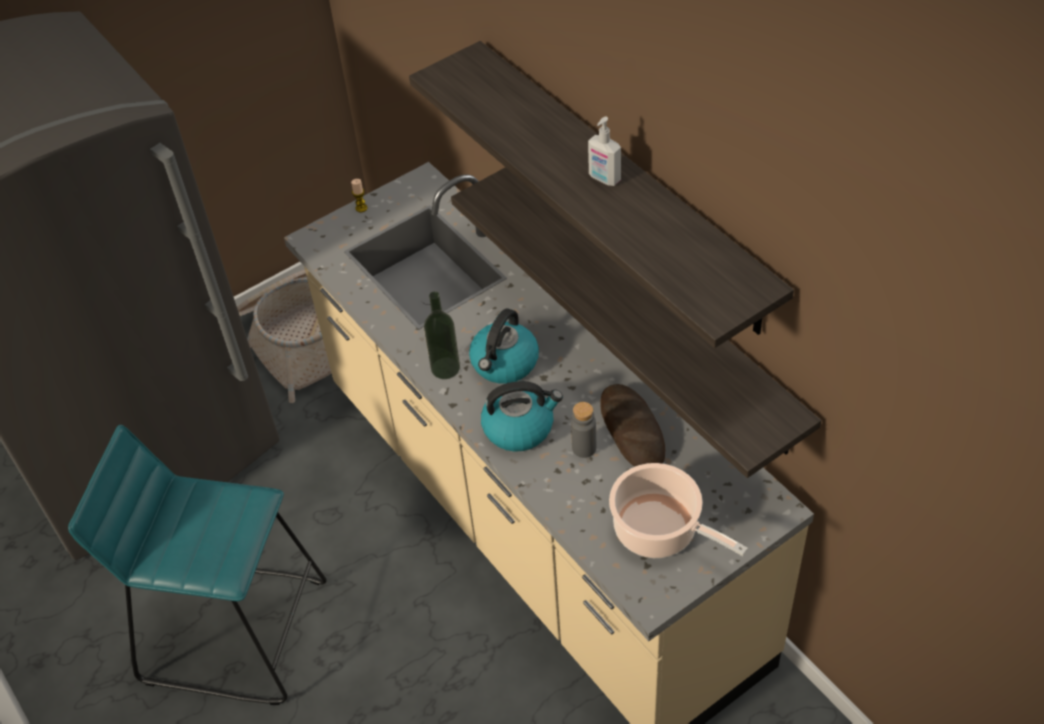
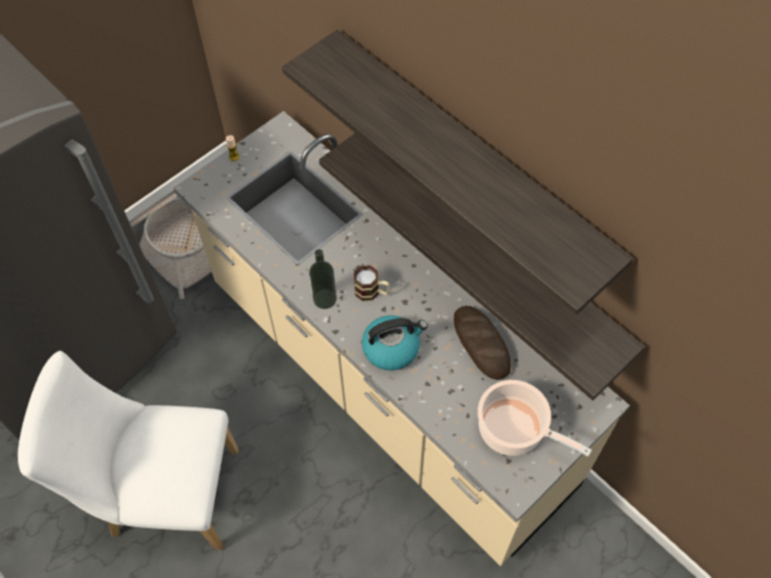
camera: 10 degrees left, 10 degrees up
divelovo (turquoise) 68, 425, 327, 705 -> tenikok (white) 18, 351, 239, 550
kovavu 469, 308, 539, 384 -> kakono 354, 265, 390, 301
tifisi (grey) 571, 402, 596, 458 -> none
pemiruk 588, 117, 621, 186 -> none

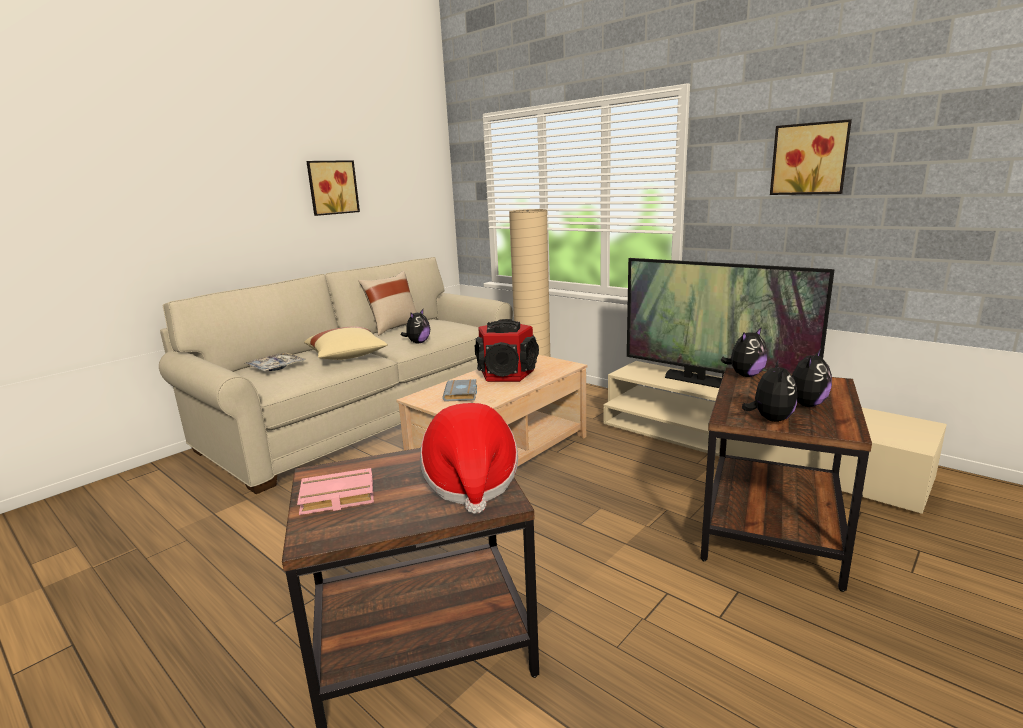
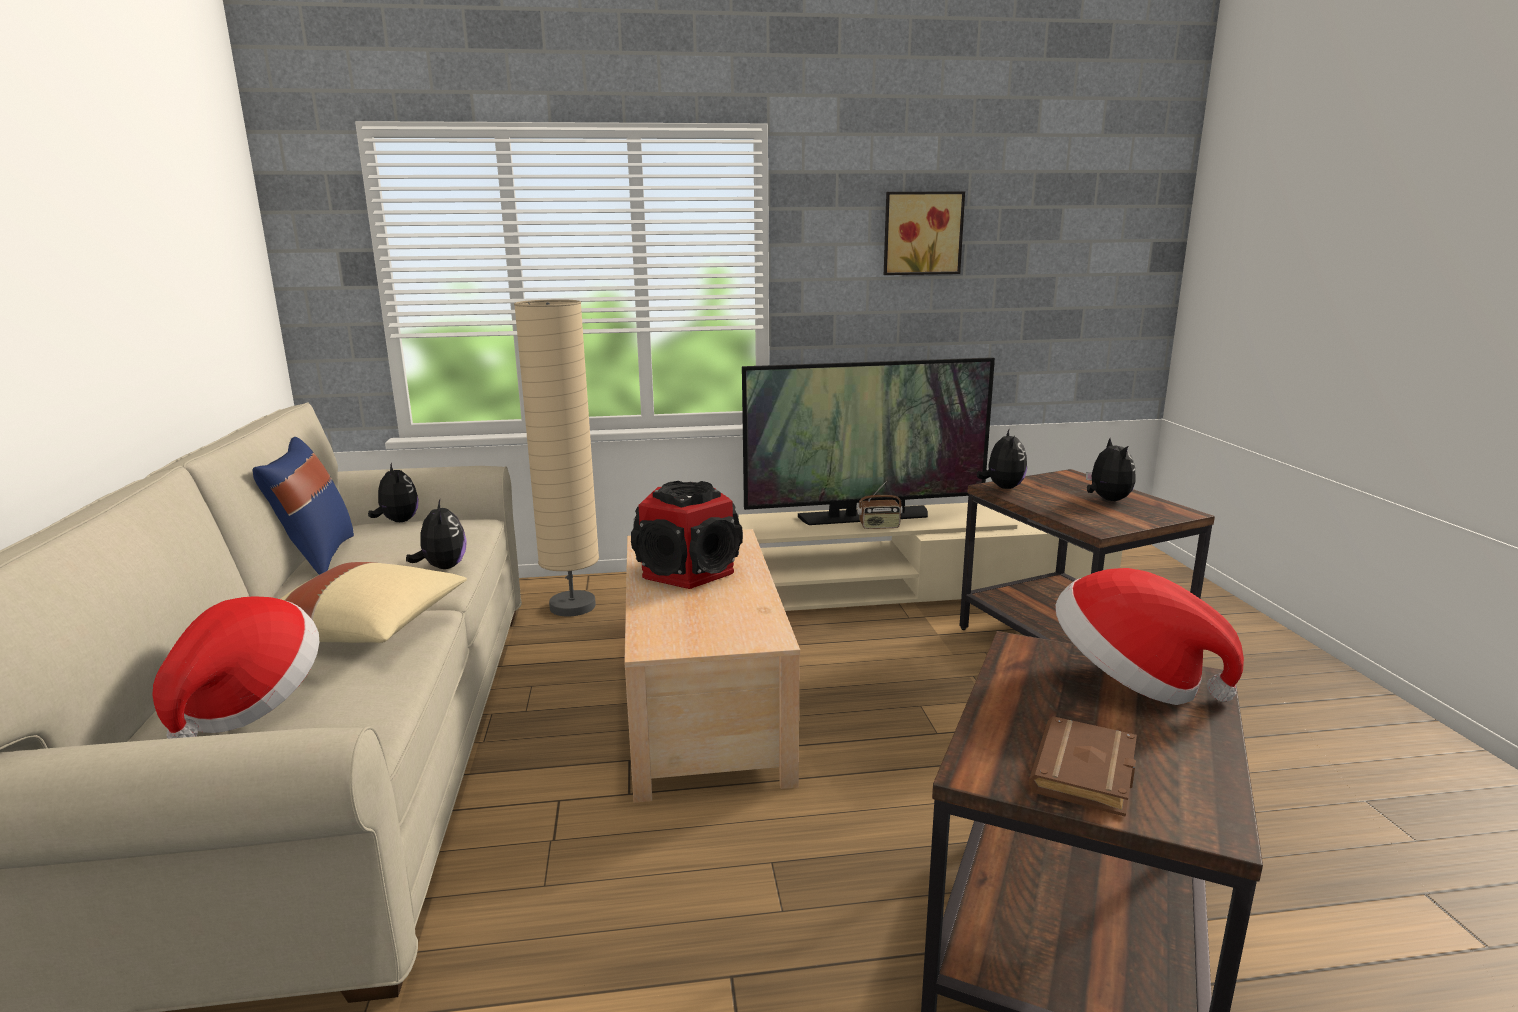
camera: 50 degrees left, 0 degrees up
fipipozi 244, 352, 306, 371 -> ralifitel 152, 596, 319, 739
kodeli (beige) 358, 271, 417, 335 -> kodeli (blue) 252, 437, 354, 575
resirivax 742, 359, 797, 422 -> resirivax 368, 463, 418, 522, relocated
none -> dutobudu 857, 481, 903, 529
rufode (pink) 297, 468, 374, 515 -> rufode (brown) 1029, 716, 1137, 817
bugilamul 306, 160, 360, 216 -> none
rufode (grey) 442, 379, 477, 402 -> none

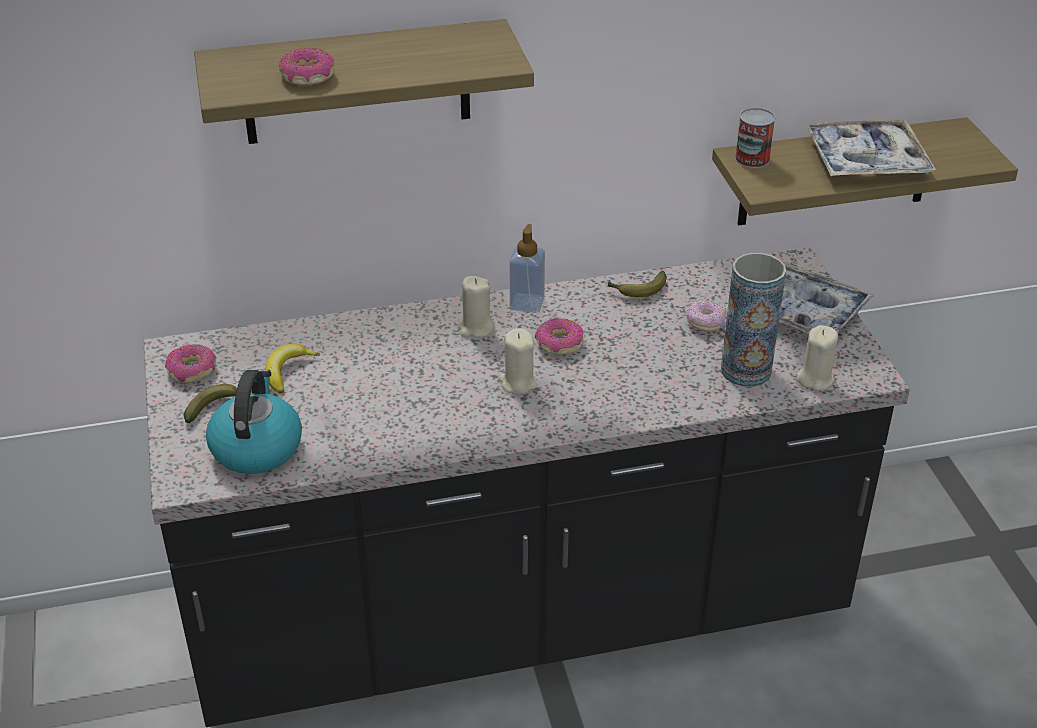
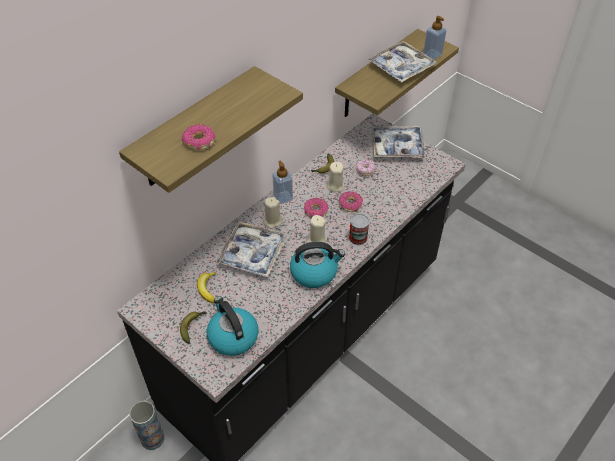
camera: 35 degrees left, 10 degrees up
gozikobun 721, 253, 786, 387 -> gozikobun 129, 401, 165, 450, relocated
none -> fipipozi 216, 221, 287, 277
none -> kovavu 290, 242, 345, 288
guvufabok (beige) 797, 325, 838, 391 -> guvufabok (beige) 327, 162, 344, 192, relocated
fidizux 165, 344, 216, 383 -> fidizux 339, 191, 363, 212, relocated
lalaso 735, 108, 775, 168 -> lalaso 349, 214, 369, 245, relocated
none -> pemiruk 423, 16, 447, 60

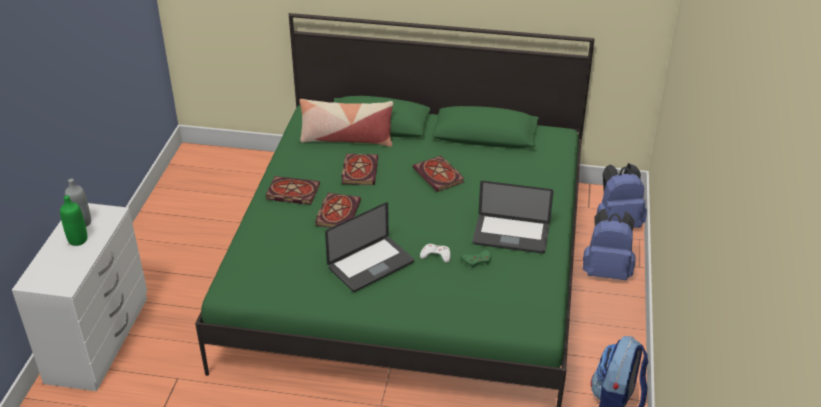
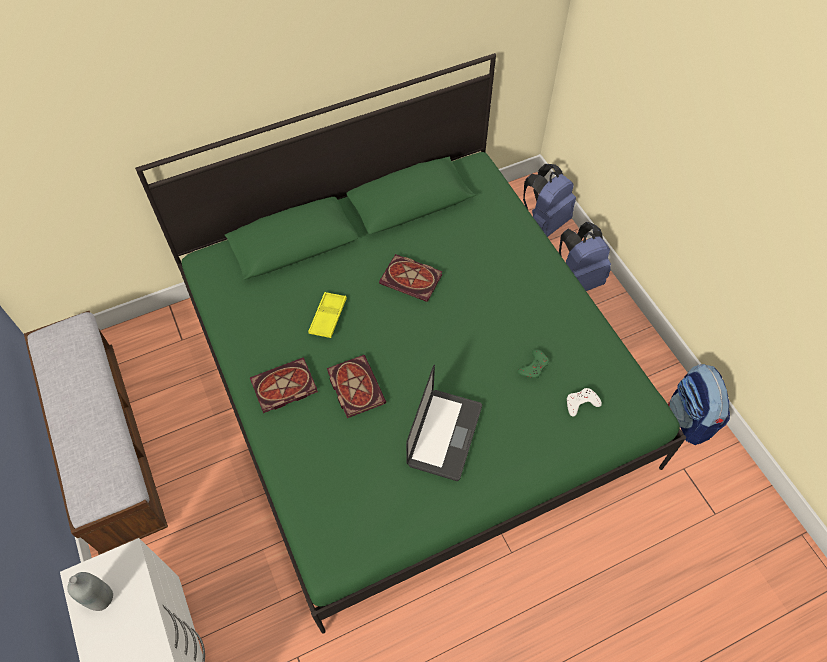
camera: 35 degrees left, 20 degrees up
none -> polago 24, 311, 168, 555
rufode 342, 154, 378, 185 -> fipipozi (yellow) 308, 292, 347, 338
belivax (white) 420, 244, 451, 263 -> belivax (white) 567, 388, 602, 416, relocated
tifisi (green) 60, 195, 87, 246 -> none
kodeli 299, 99, 393, 147 -> none
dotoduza 472, 181, 554, 254 -> none

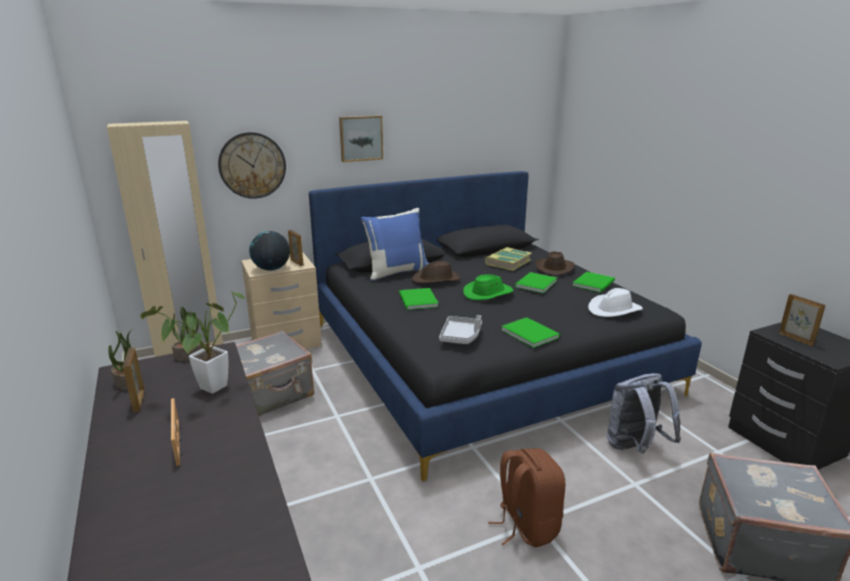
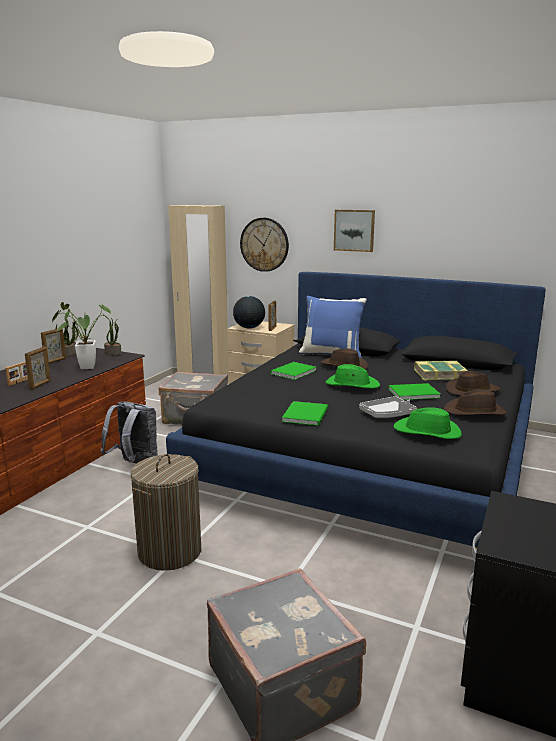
camera: 50 degrees right, 5 degrees down
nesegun 779, 294, 826, 346 -> nesegun 25, 347, 51, 389, relocated
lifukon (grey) 607, 373, 681, 454 -> lifukon (grey) 100, 402, 158, 464, relocated
lifukon (brown) 488, 448, 566, 547 -> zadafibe 131, 454, 201, 571
fipipozi (grey) 439, 315, 482, 344 -> fipipozi (grey) 359, 396, 417, 418, relocated
ralifitel (white) 588, 288, 643, 317 -> ralifitel (green) 393, 407, 462, 439
rufode (green) 572, 272, 615, 293 -> ralifitel (brown) 444, 389, 507, 416

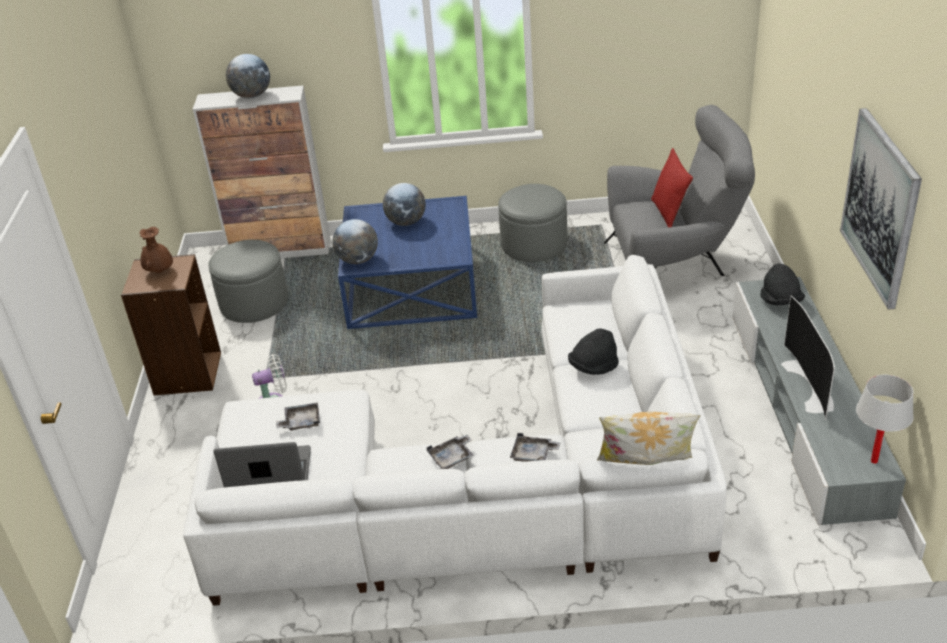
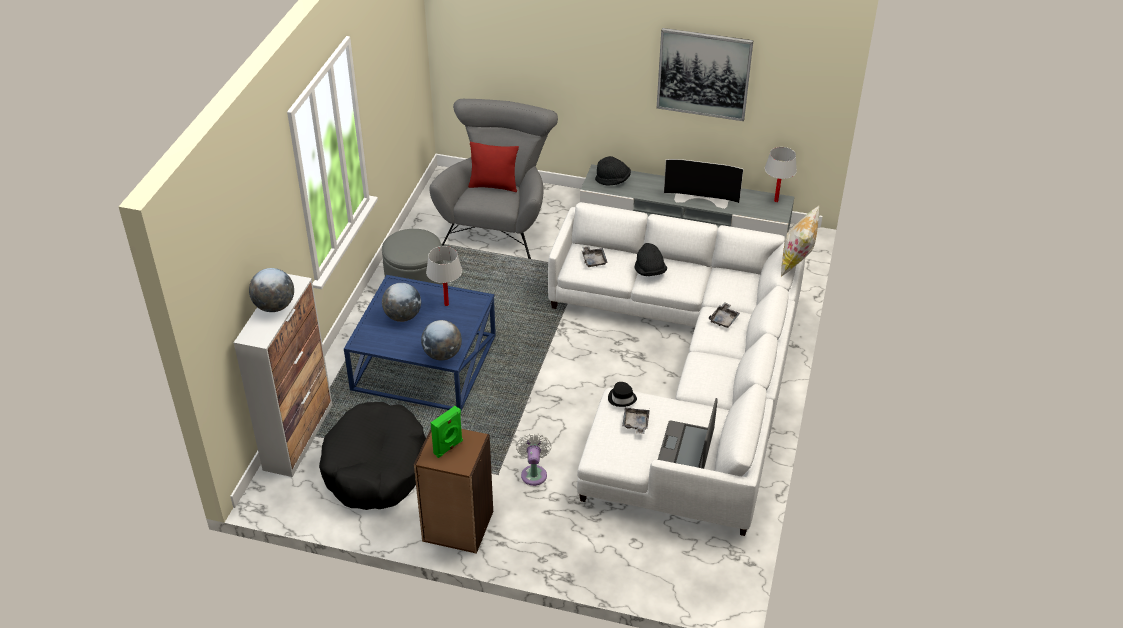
camera: 75 degrees left, 5 degrees up
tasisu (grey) 208, 240, 288, 323 -> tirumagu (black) 319, 402, 426, 510
none -> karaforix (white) 426, 246, 462, 306
gozikobun (brown) 139, 227, 173, 273 -> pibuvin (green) 431, 406, 463, 458
fipipozi (grey) 426, 435, 473, 469 -> fipipozi (grey) 582, 246, 608, 267, relocated
none -> ralifitel (black) 608, 382, 637, 407

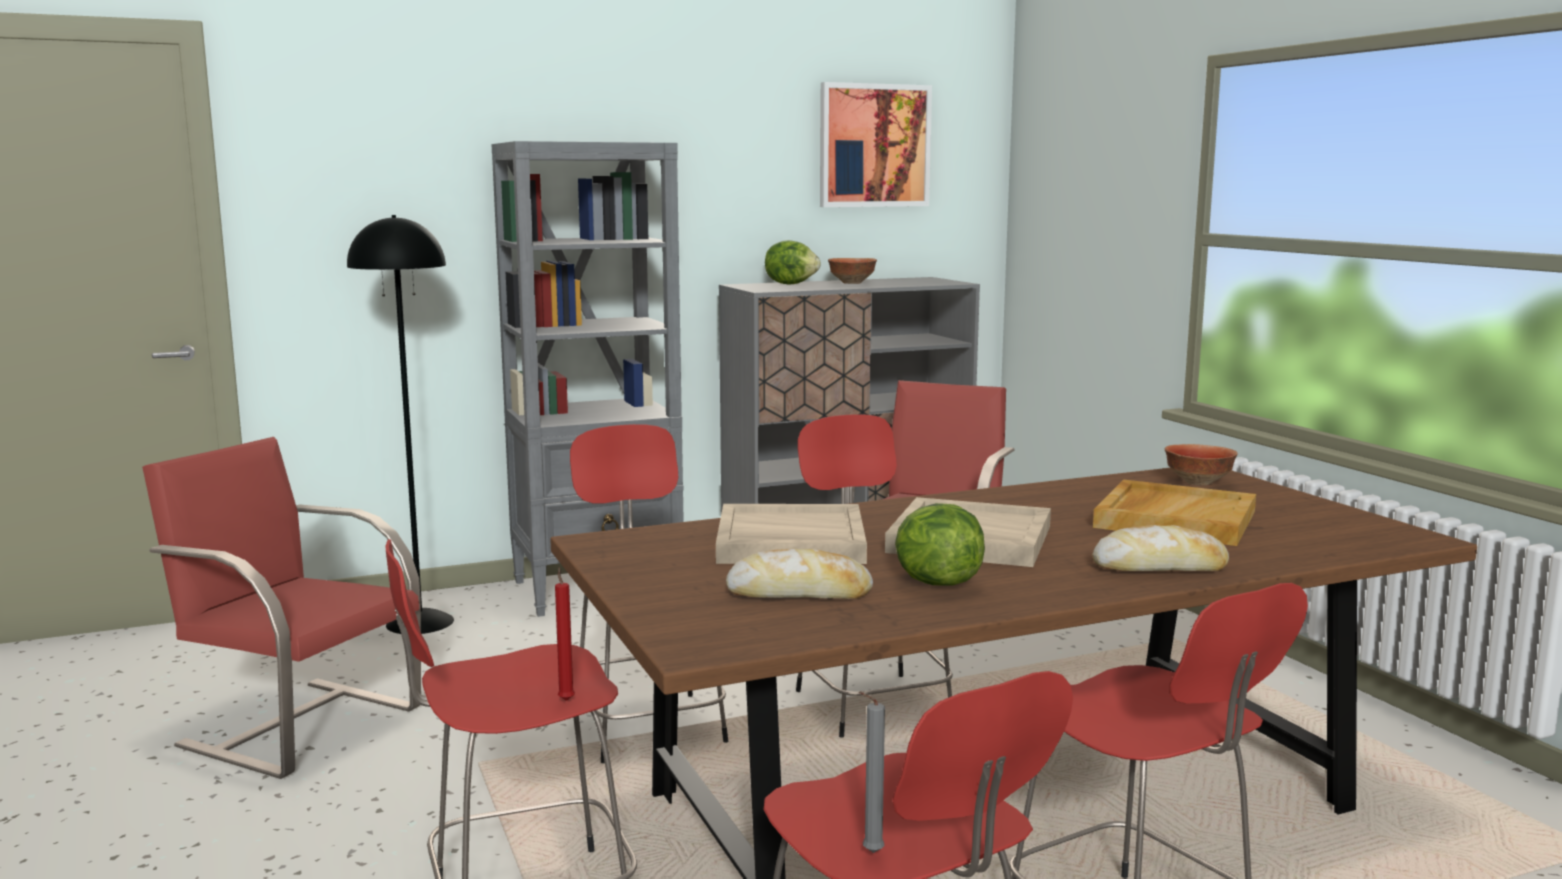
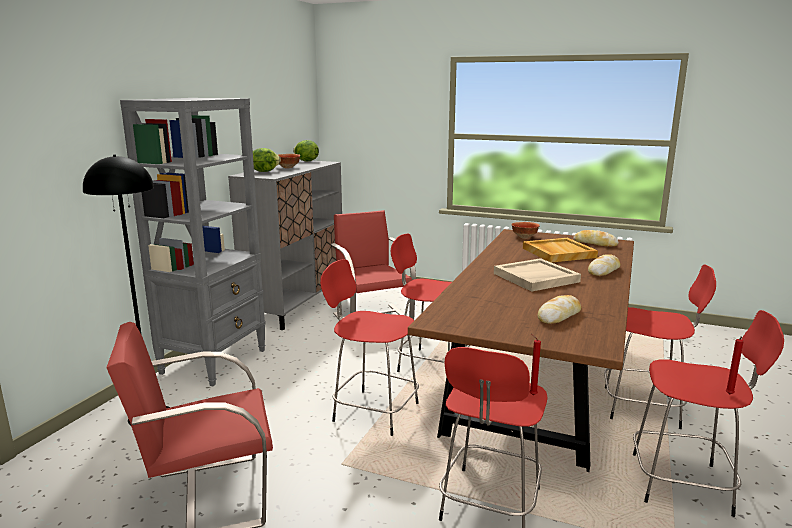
camera: 45 degrees left, 5 degrees up
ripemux 895, 503, 985, 586 -> ripemux 293, 140, 319, 161, relocated
none -> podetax 573, 230, 619, 247
guvufabok (grey) 859, 692, 885, 853 -> guvufabok (red) 726, 336, 744, 395
fipipozi (beige) 716, 504, 867, 564 -> none
bugilamul 820, 82, 932, 207 -> none

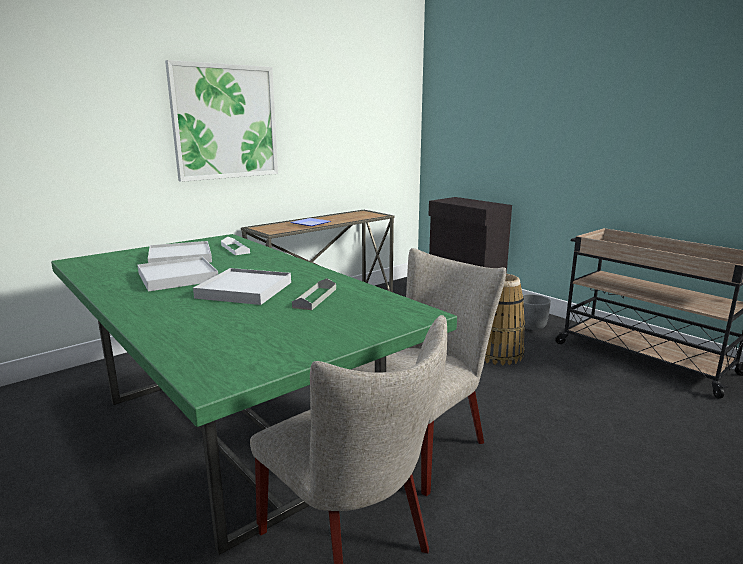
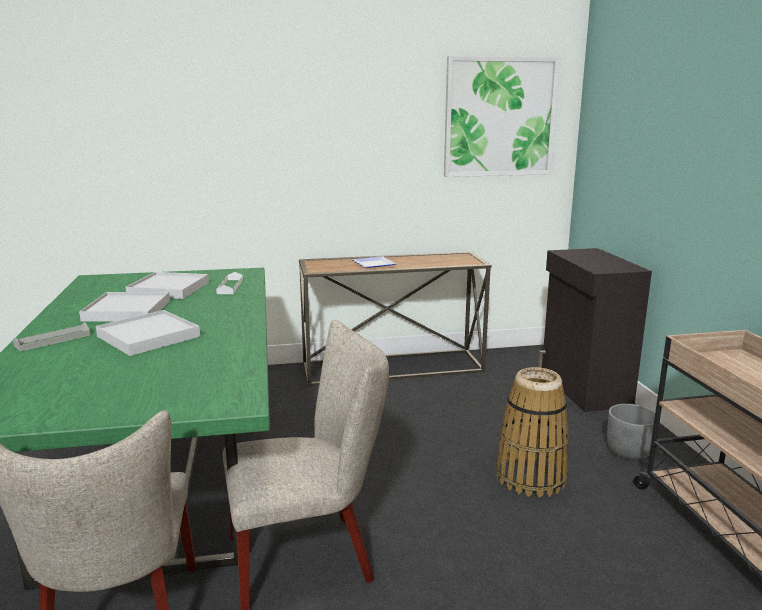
camera: 30 degrees right, 0 degrees up
fipipozi (grey) 292, 278, 336, 310 -> fipipozi (grey) 13, 322, 90, 352, relocated
bugilamul 165, 60, 278, 182 -> bugilamul 444, 56, 560, 177, relocated

